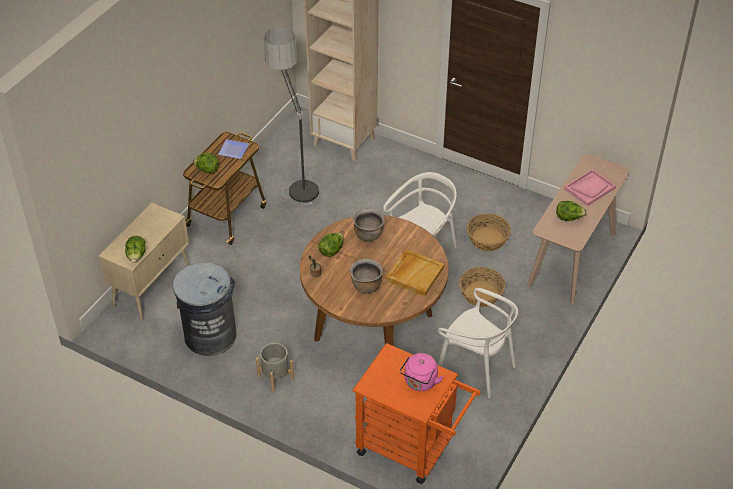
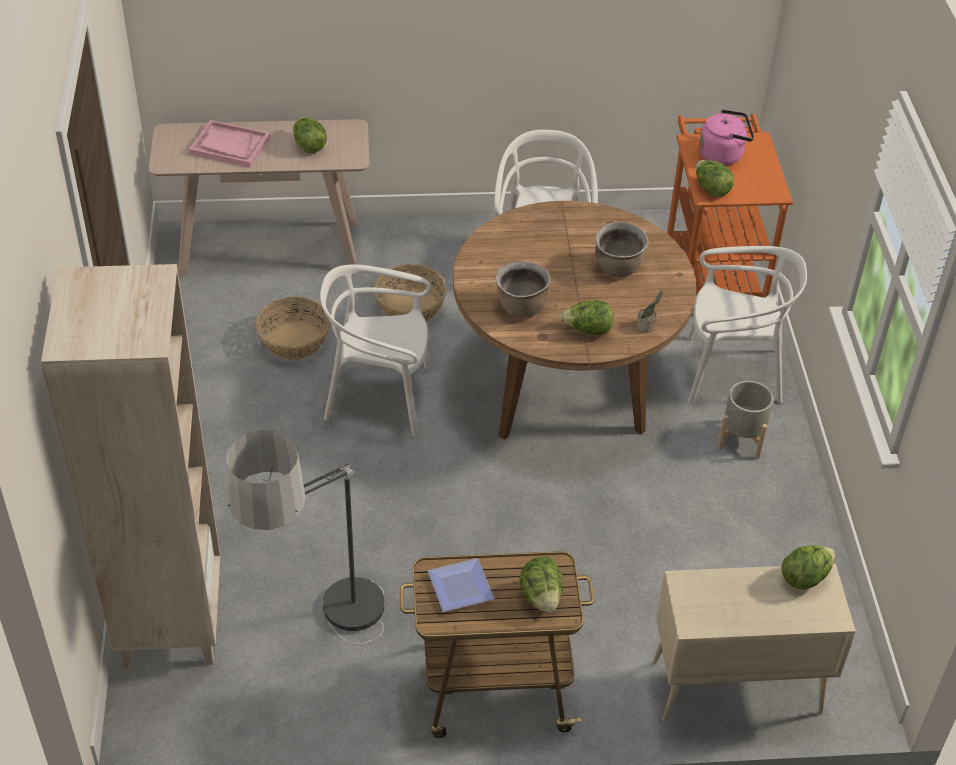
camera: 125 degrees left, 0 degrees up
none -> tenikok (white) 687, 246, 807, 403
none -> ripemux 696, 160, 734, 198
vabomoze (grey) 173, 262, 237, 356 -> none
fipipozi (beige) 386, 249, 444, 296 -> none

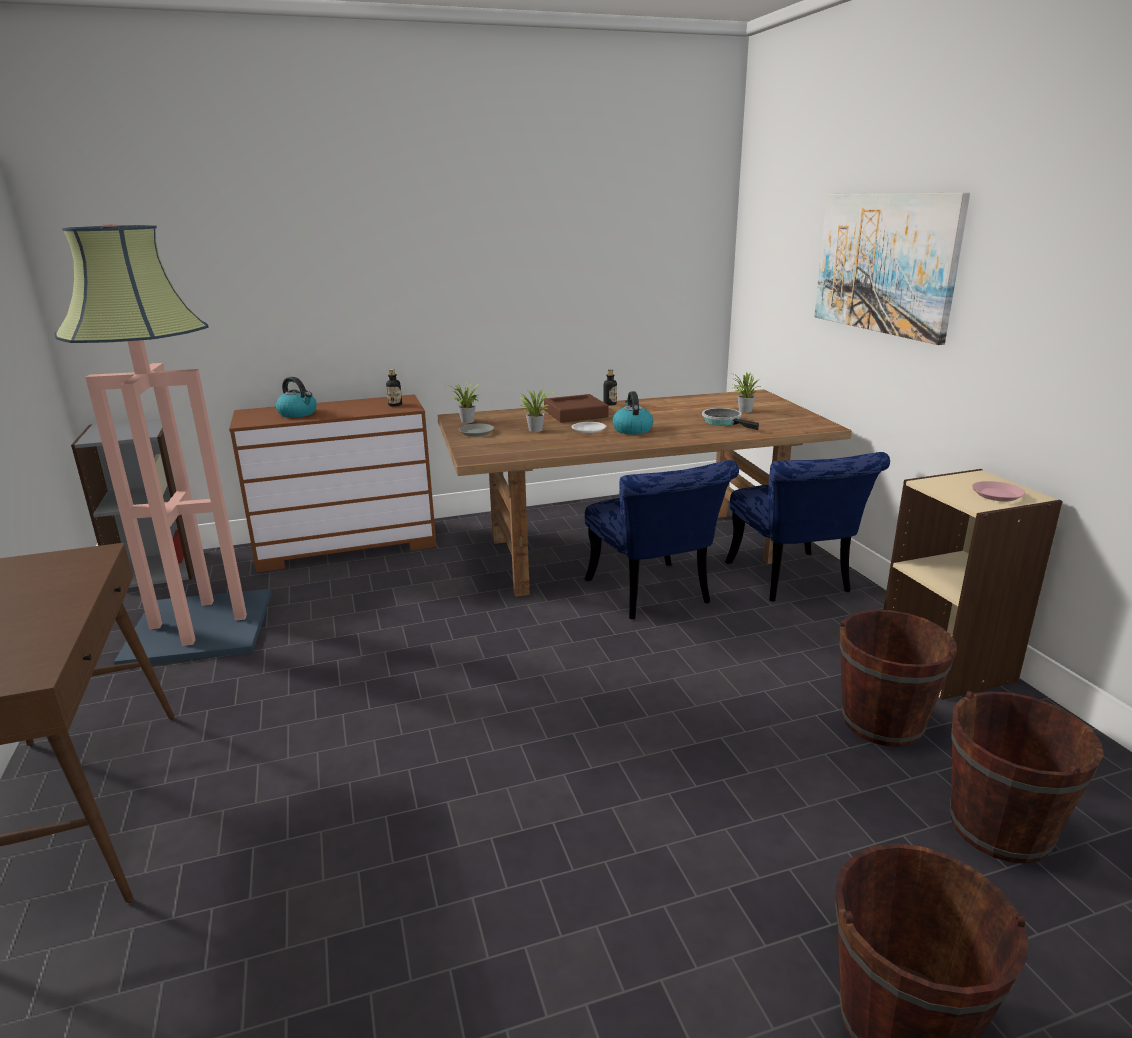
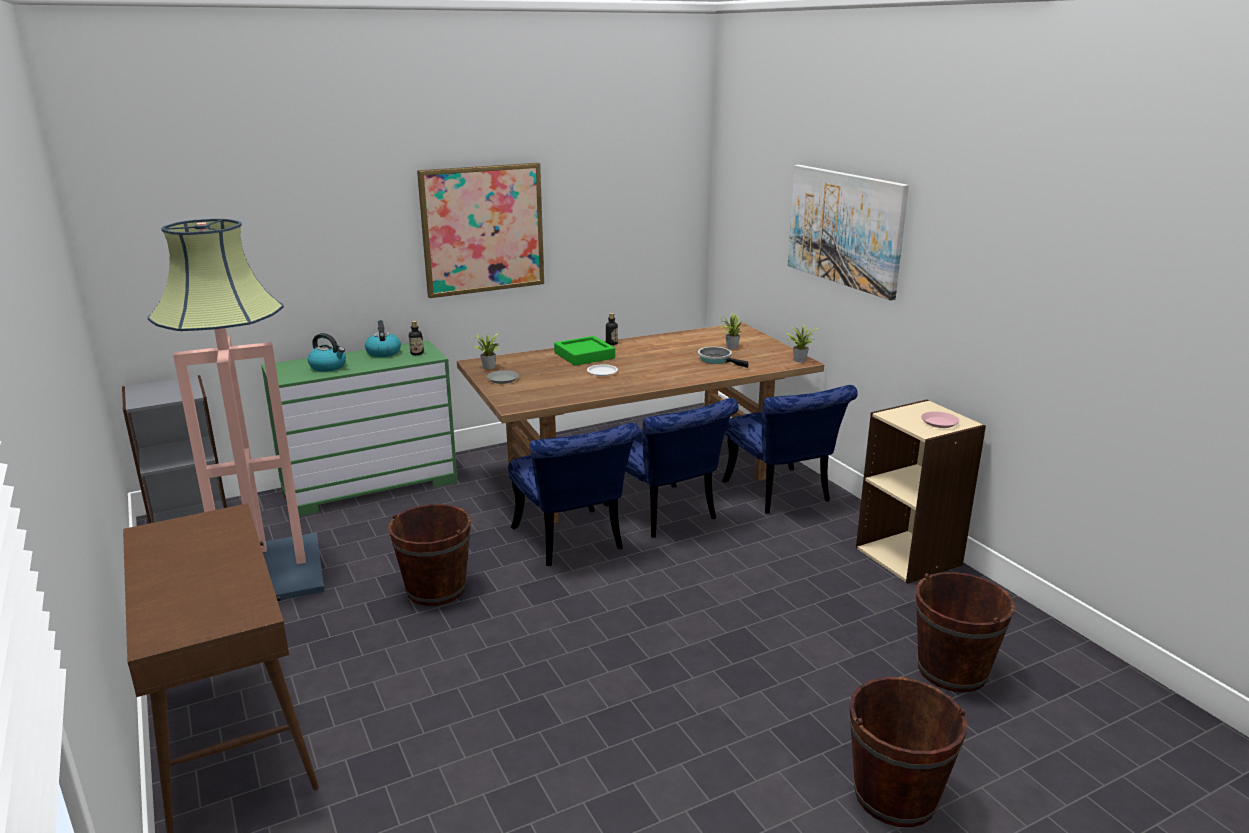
camera: 10 degrees left, 0 degrees up
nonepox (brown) 229, 394, 436, 572 -> nonepox (green) 261, 341, 457, 516
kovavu 612, 391, 653, 435 -> kovavu 365, 320, 401, 357, relocated
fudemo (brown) 839, 610, 957, 747 -> fudemo (brown) 388, 504, 471, 606, relocated
none -> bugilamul 417, 163, 544, 298
none -> tenikok (blue) 508, 422, 640, 566
fipipozi (brown) 544, 394, 609, 423 -> fipipozi (green) 554, 336, 615, 366
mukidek 520, 389, 555, 432 -> mukidek 786, 325, 819, 363, relocated

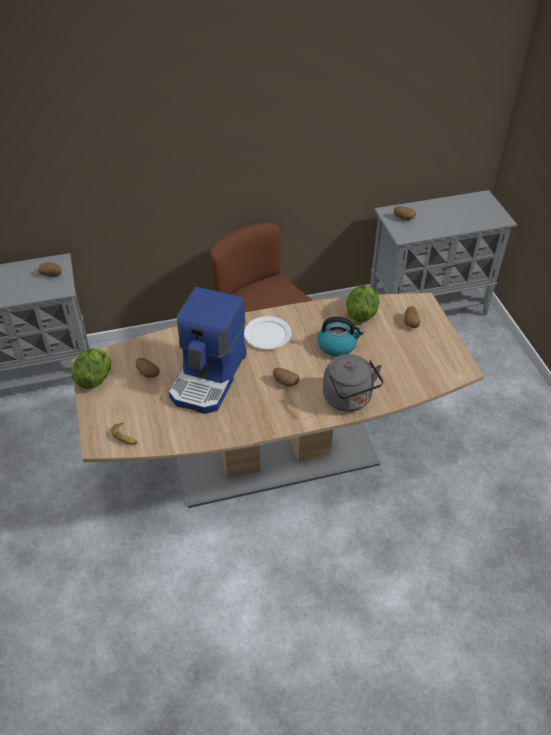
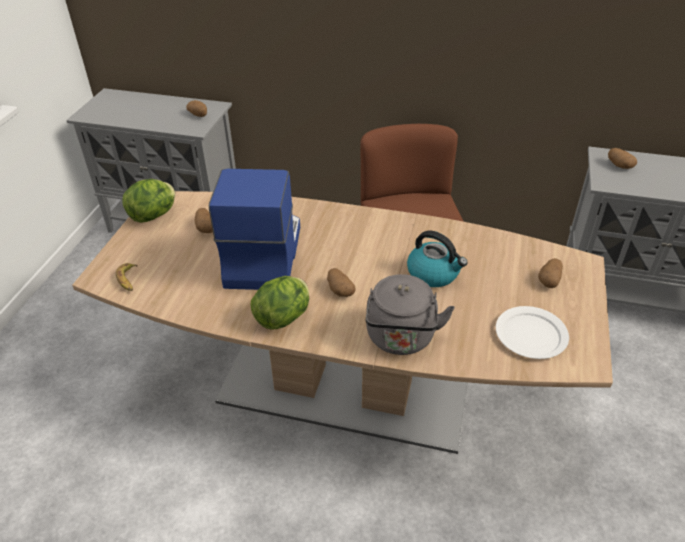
camera: 30 degrees right, 5 degrees down
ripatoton 169, 287, 247, 414 -> ripatoton 209, 169, 300, 290, 135 degrees clockwise
ripemux 346, 285, 379, 322 -> ripemux 250, 276, 309, 330, relocated
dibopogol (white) 244, 316, 291, 349 -> dibopogol (white) 496, 306, 569, 359, relocated

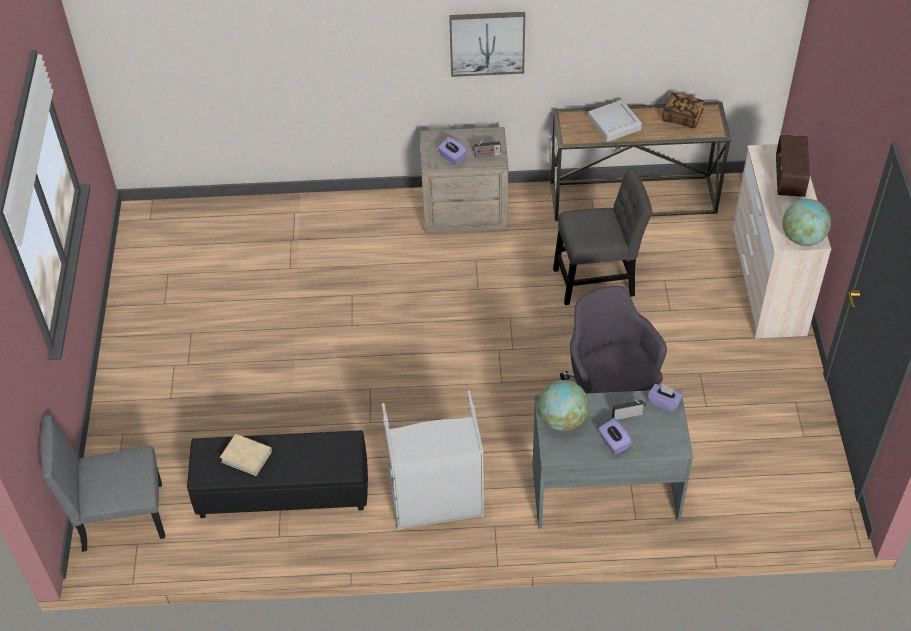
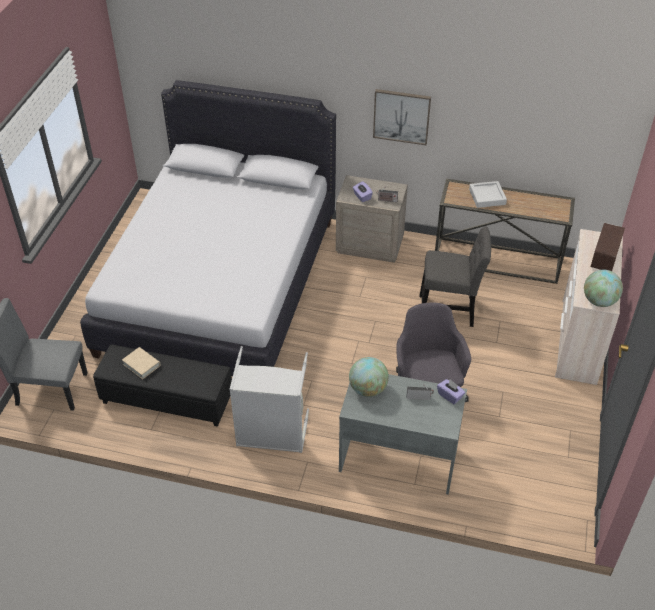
camera: 15 degrees right, 5 degrees down
none -> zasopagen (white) 80, 80, 336, 376
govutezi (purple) 598, 418, 632, 454 -> none
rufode 662, 92, 704, 129 -> none

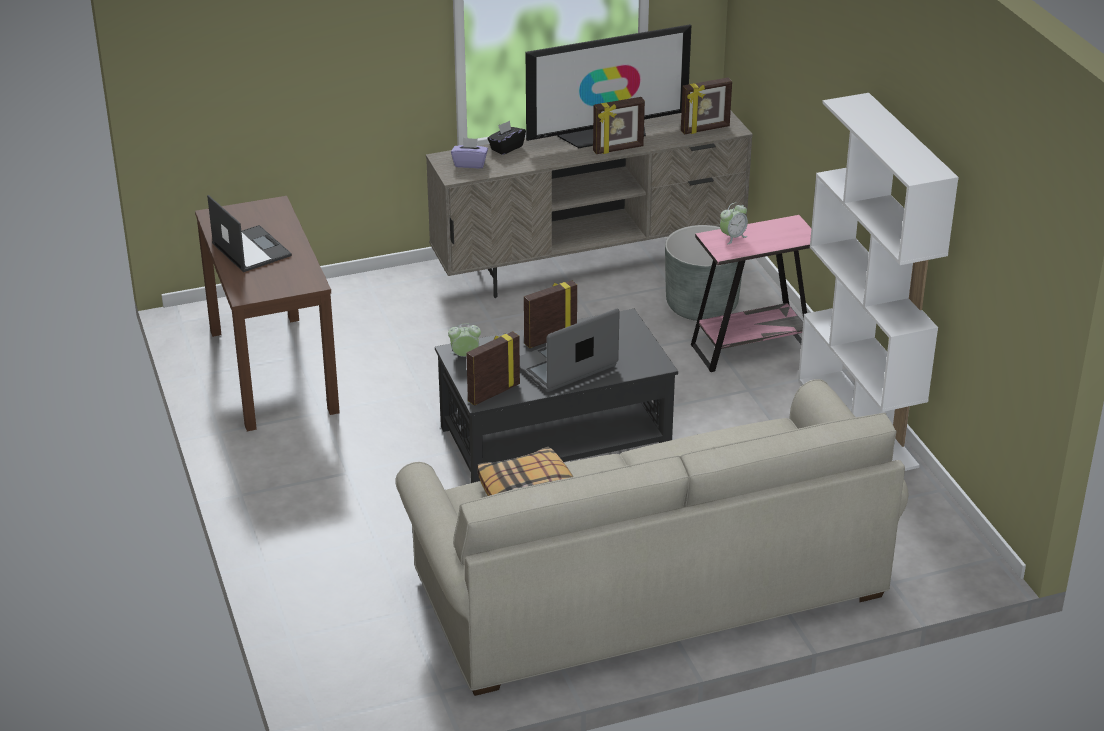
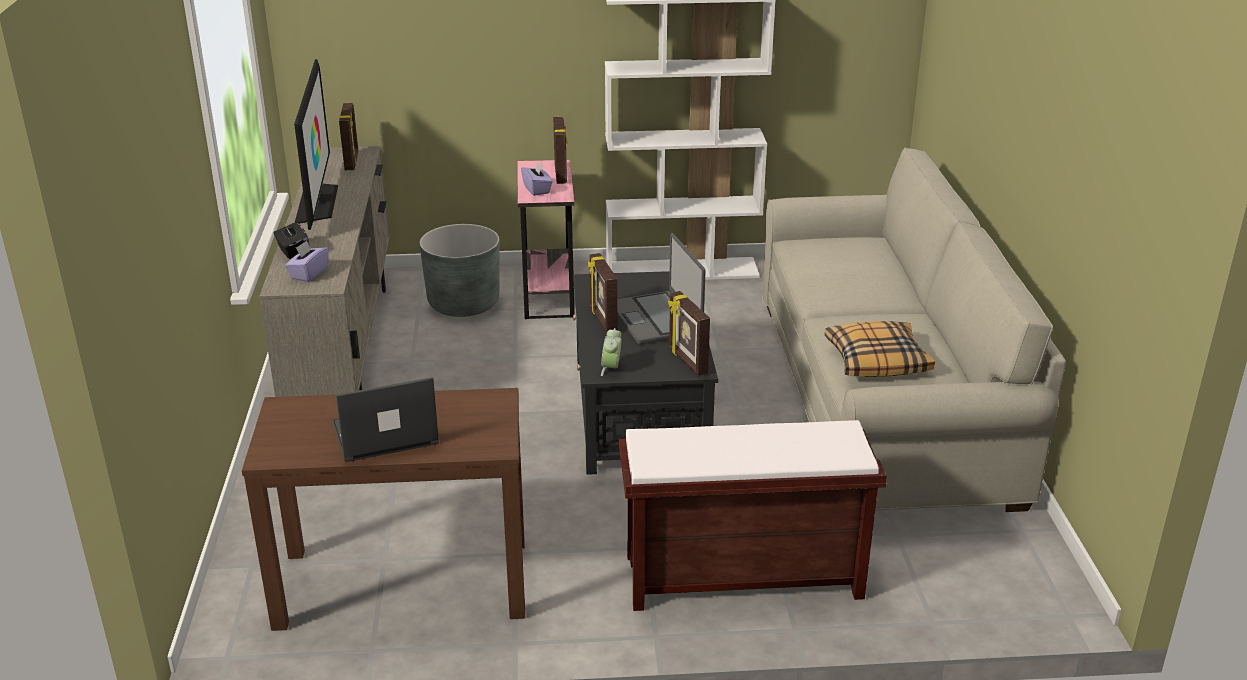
camera: 75 degrees left, 5 degrees down
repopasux 720, 202, 748, 244 -> govutezi (purple) 521, 162, 553, 196
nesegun 593, 97, 645, 154 -> nesegun 553, 117, 568, 184, relocated
none -> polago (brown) 619, 420, 887, 611

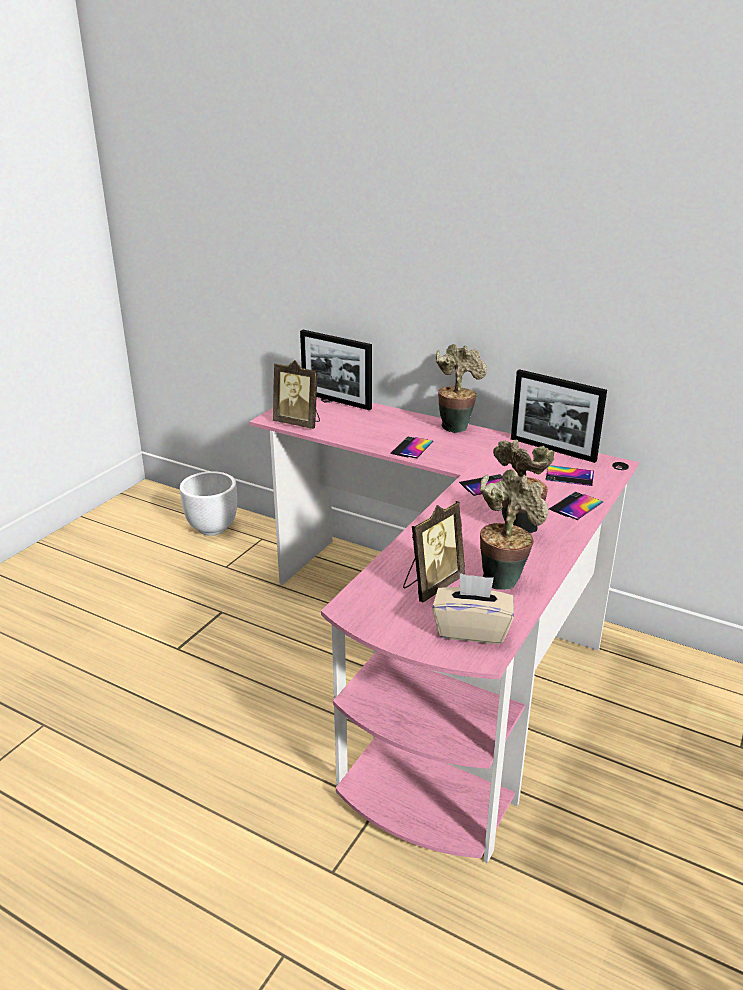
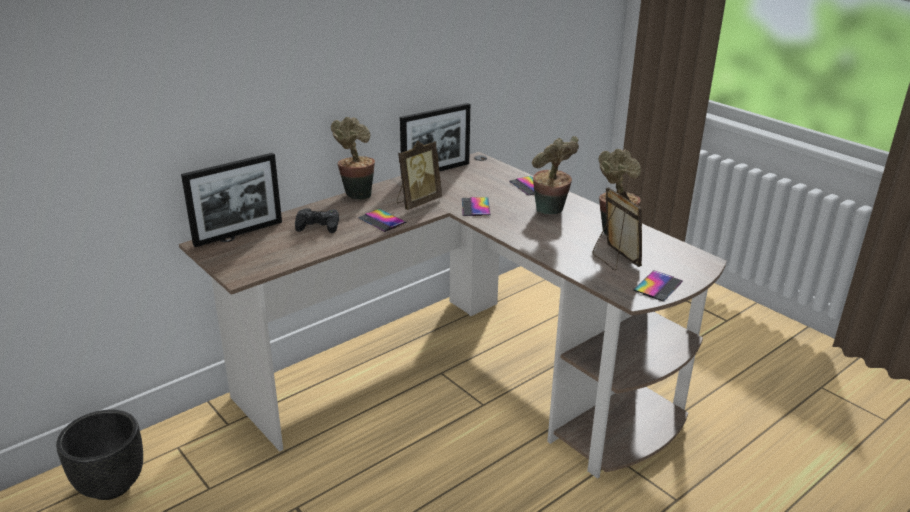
camera: 70 degrees left, 0 degrees up
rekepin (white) 180, 471, 237, 536 -> rekepin (black) 56, 410, 143, 500
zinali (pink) 249, 397, 639, 863 -> zinali (brown) 179, 152, 727, 479
none -> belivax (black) 295, 208, 339, 233
nesegun 273, 360, 320, 429 -> nesegun 397, 141, 442, 210, relocated
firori 545, 465, 594, 486 -> firori 633, 270, 683, 302, relocated
govutezi (beige) 432, 573, 514, 644 -> none

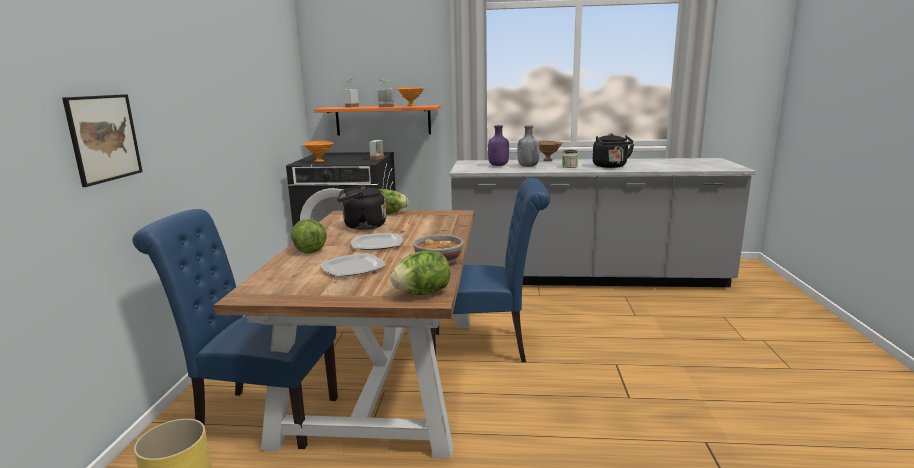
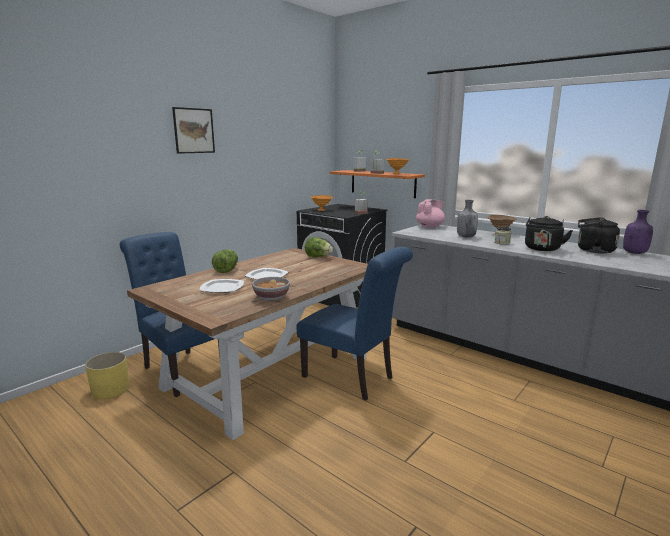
camera: 35 degrees right, 0 degrees up
bugilamul 62, 94, 143, 187 -> bugilamul 172, 107, 215, 154, relocated
none -> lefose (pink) 416, 199, 445, 228
kovavu (black) 337, 185, 386, 230 -> kovavu (black) 578, 217, 620, 253, relocated
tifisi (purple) 488, 125, 509, 166 -> tifisi (purple) 623, 210, 653, 254, relocated
ripemux 390, 250, 450, 295 -> none

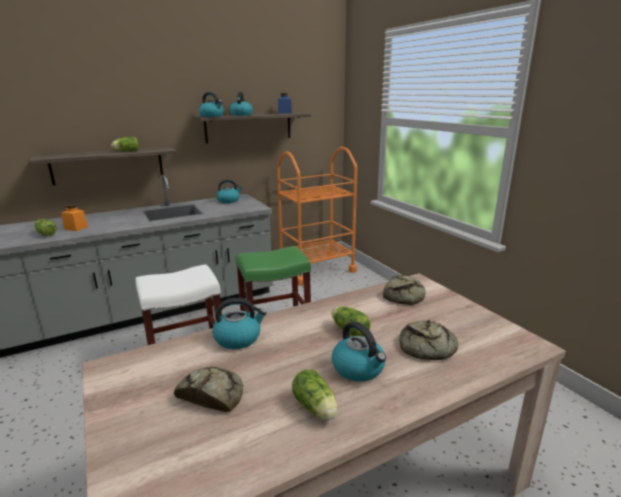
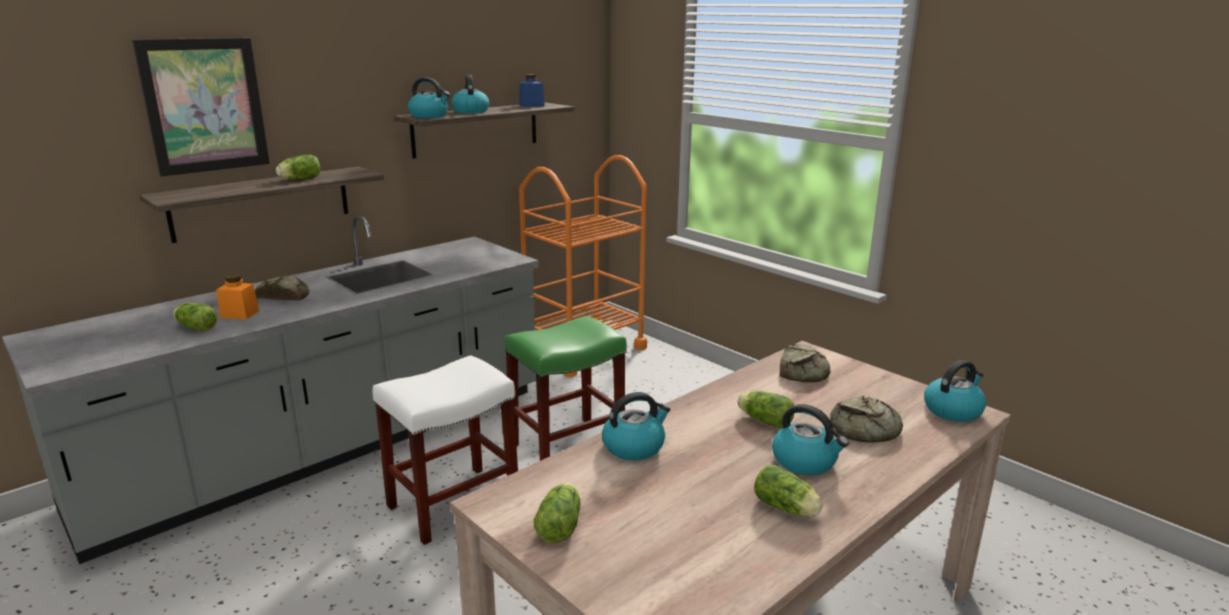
camera: 15 degrees left, 0 degrees up
none -> bugilamul 132, 38, 270, 177
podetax 174, 367, 243, 412 -> podetax 255, 276, 309, 301, relocated
none -> ripemux 534, 483, 581, 543
kovavu 217, 179, 242, 203 -> kovavu 924, 360, 987, 422, relocated

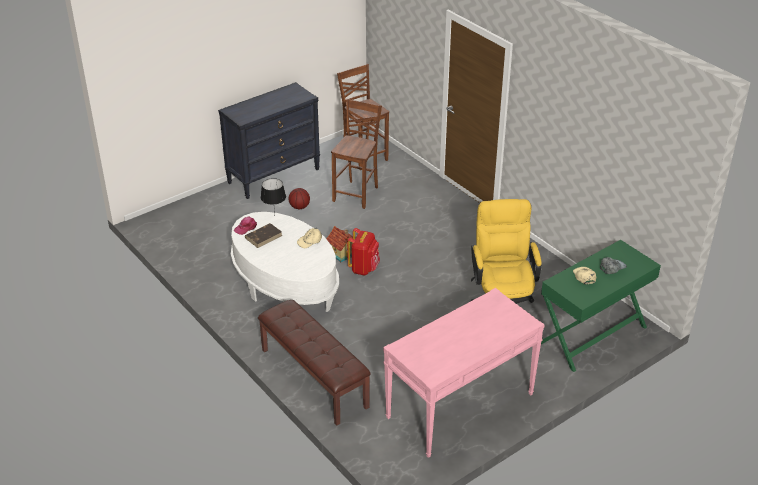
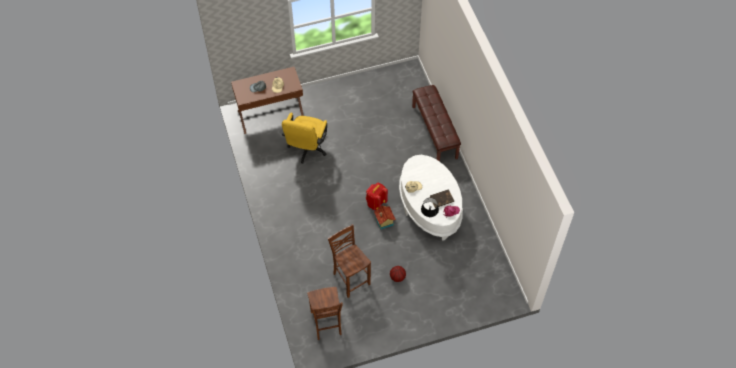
camera: 160 degrees left, 20 degrees up
zinali (green) 541, 240, 661, 372 -> zinali (brown) 231, 67, 304, 134
tenikok (brown) 331, 99, 382, 209 -> tenikok (brown) 328, 224, 371, 298, 105 degrees clockwise
nonepox (black) 218, 82, 320, 199 -> none
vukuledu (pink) 383, 288, 545, 458 -> none

